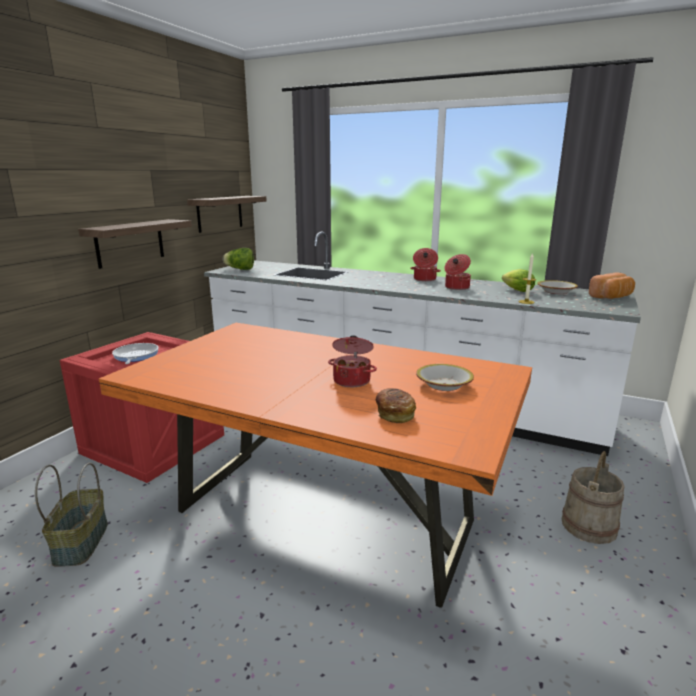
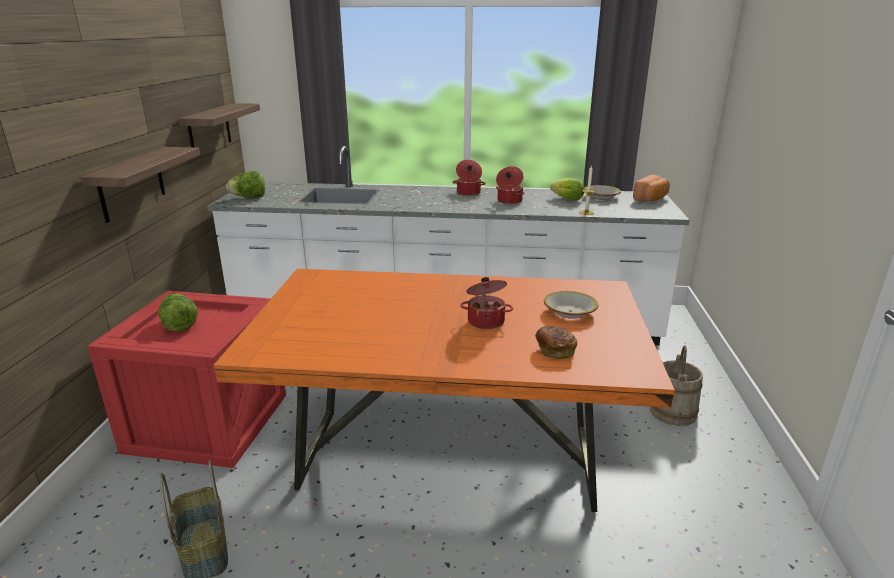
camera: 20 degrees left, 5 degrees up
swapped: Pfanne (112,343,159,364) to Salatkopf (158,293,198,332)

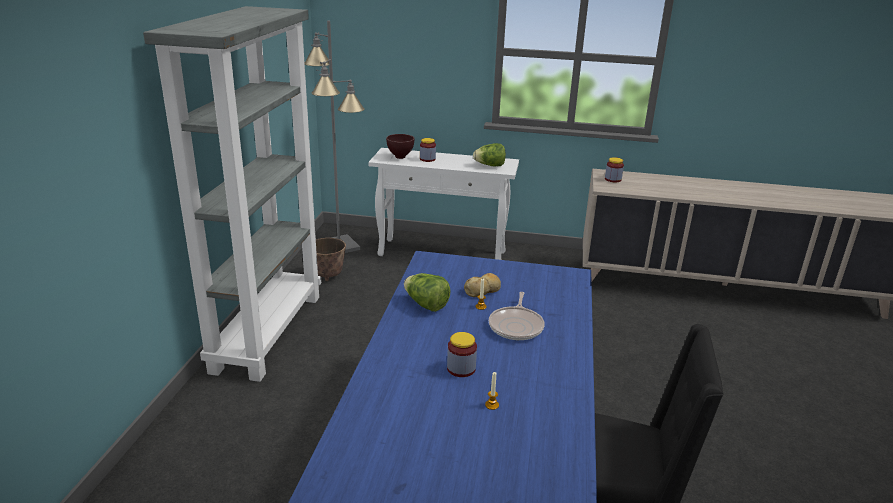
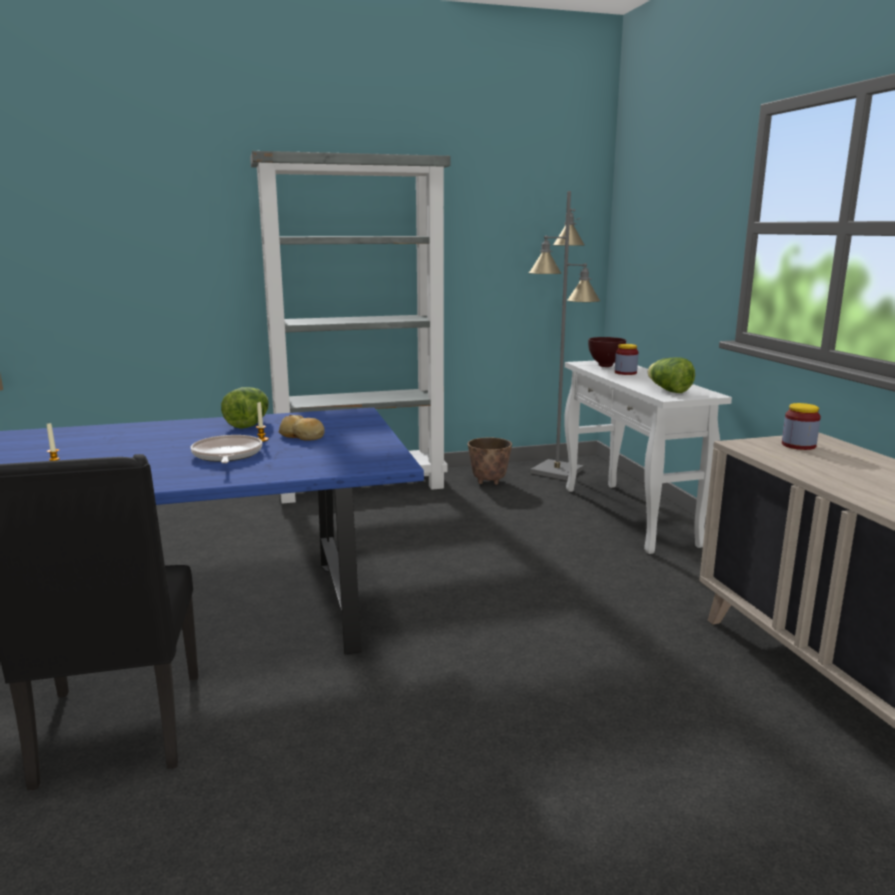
camera: 65 degrees right, 10 degrees down
gone: Vorratsglas (447,332,477,377)
rotated: Pfanne (489,292,545,340) = (191,435,262,463) 90 degrees clockwise

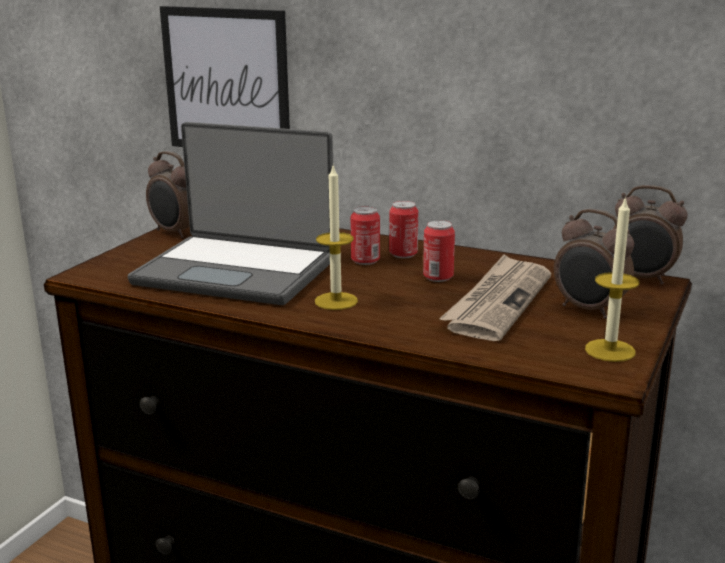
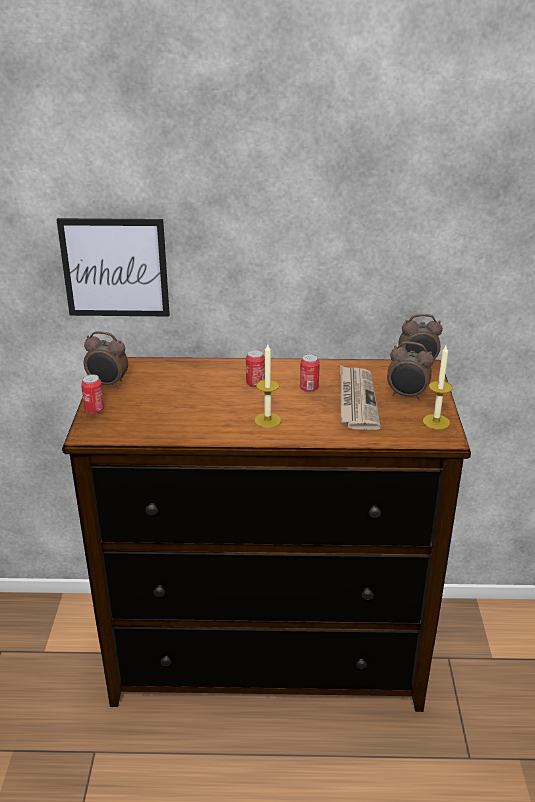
camera: 25 degrees left, 10 degrees up
gone: Laptop (128,122,333,305)
shifted: Dose (389,201,418,258) to (81,374,104,414)

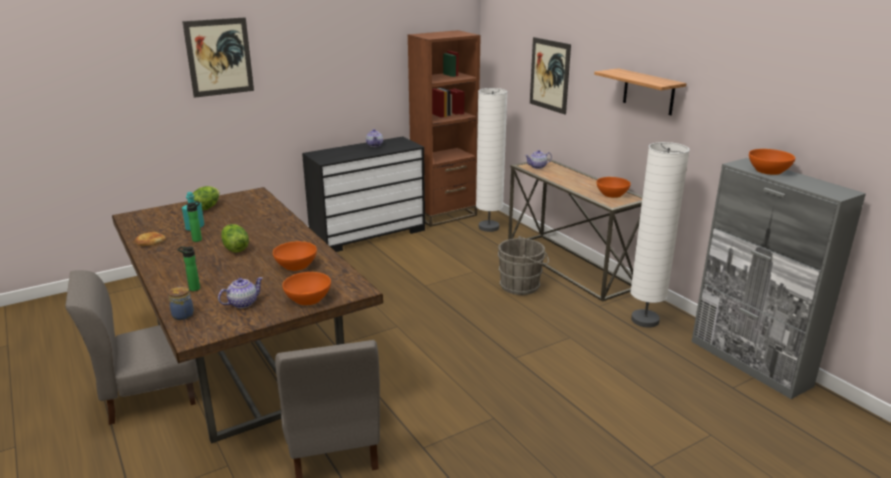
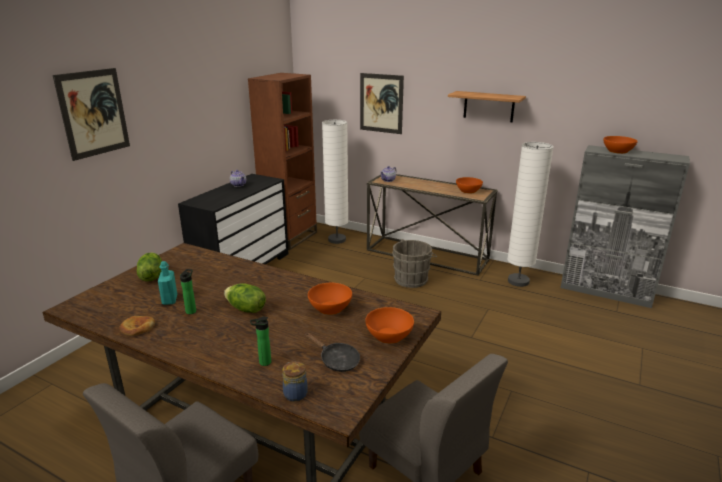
camera: 30 degrees left, 0 degrees up
swapped: Teekanne (218,277,263,308) to Pfanne/schwarz (305,333,360,372)

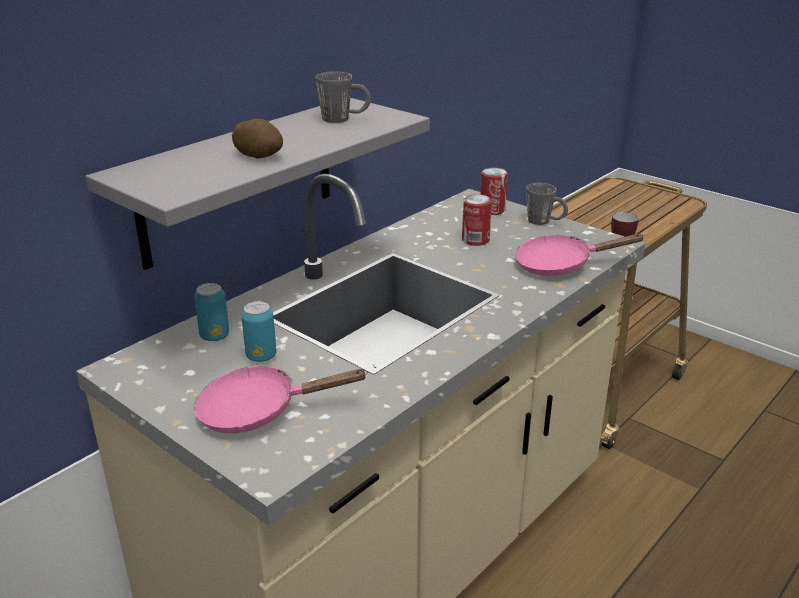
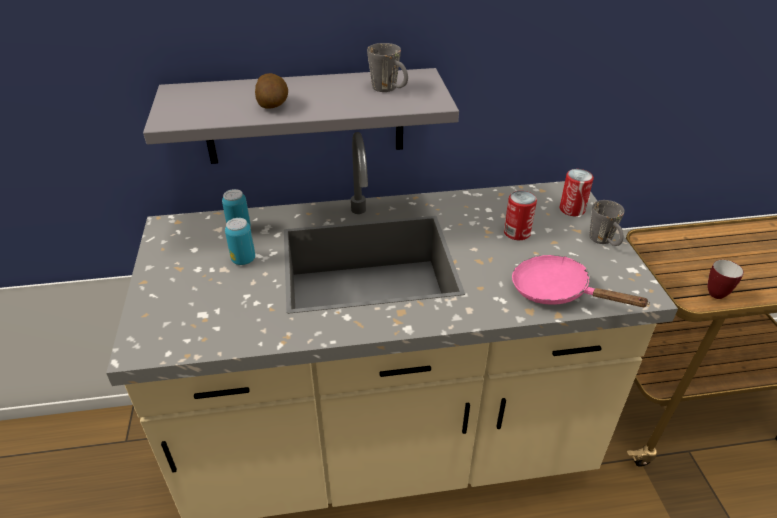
camera: 40 degrees right, 10 degrees up
gone: Pfanne/rosa (194,366,368,433)

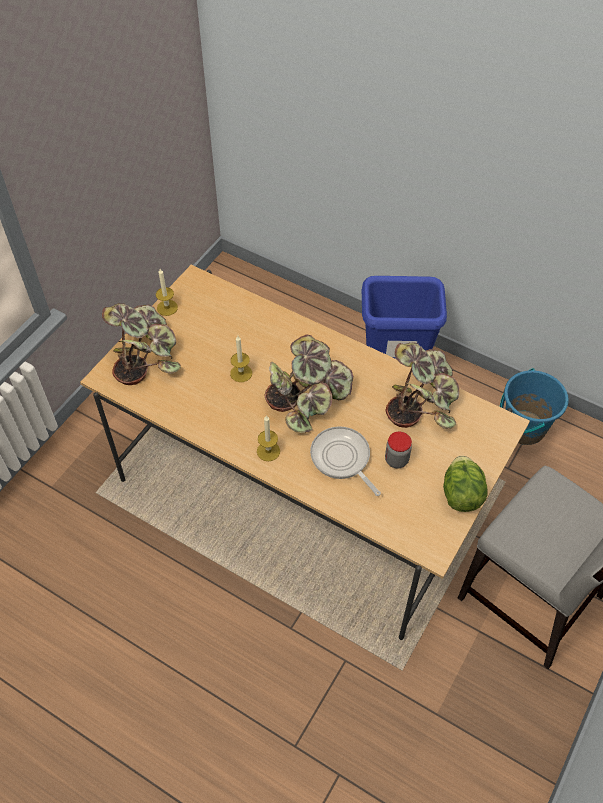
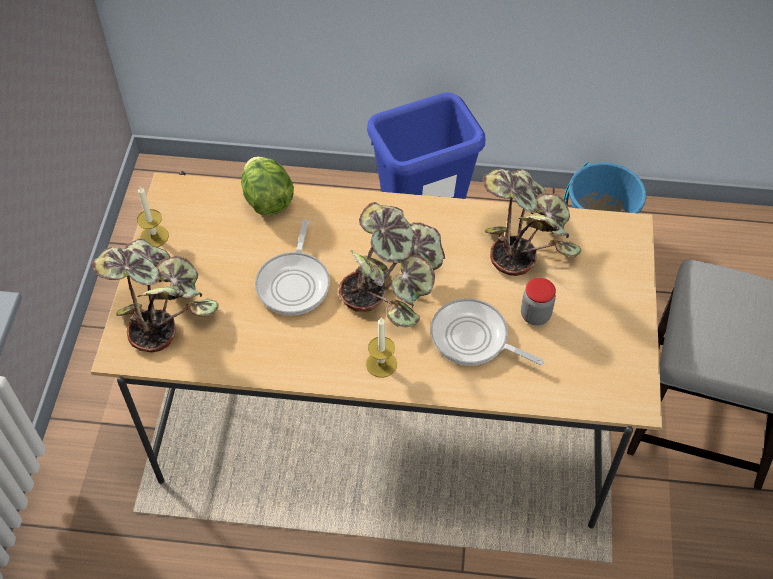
camera: 25 degrees left, 0 degrees up
shifted: Salatkopf (443,456,488,512) to (241,157,294,216)
swapped: Kerze (230,336,252,382) to Pfanne (255,220,330,316)

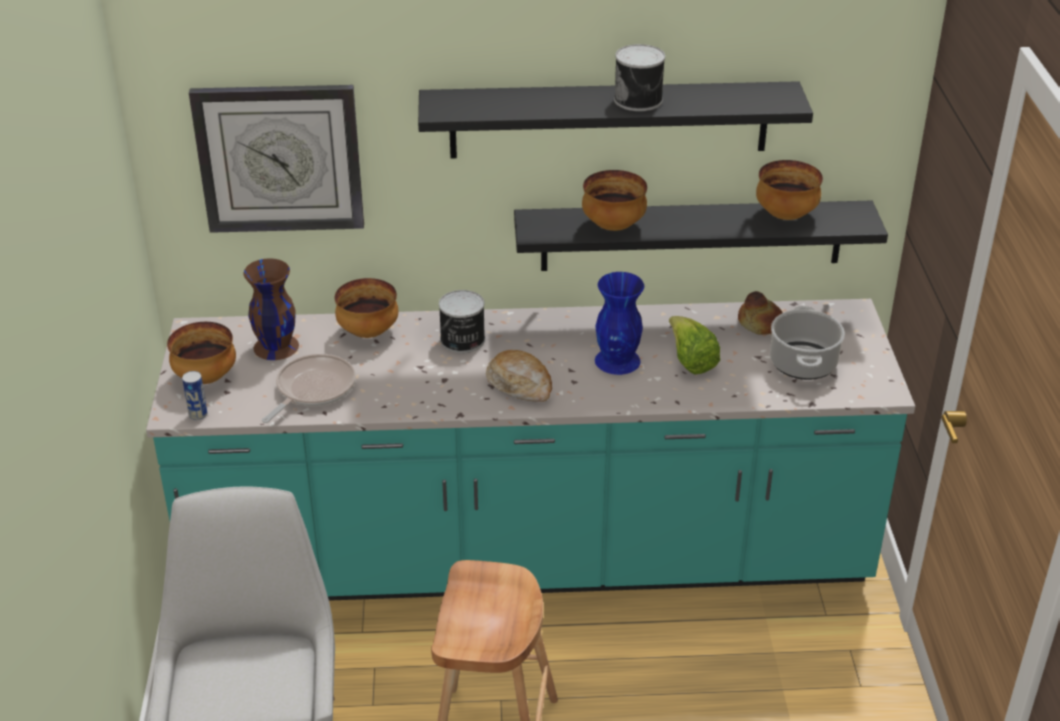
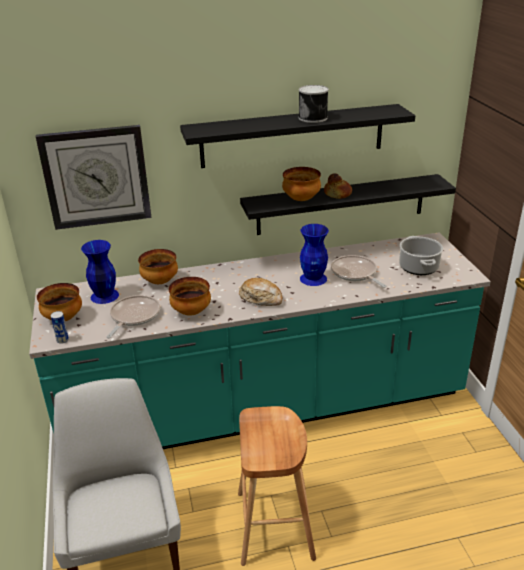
camera: 10 degrees left, 5 degrees down
gone: Dose (439,290,485,353)
shifted: Brot (738,291,783,335) to (324,173,352,199); Schüssel (756,160,823,220) to (169,277,211,315)
swapped: Salatkopf (669,316,720,374) to Pfanne (331,255,387,288)
repainted: Vase/braun (243,259,299,360) to Vase/blau (81,240,119,304)

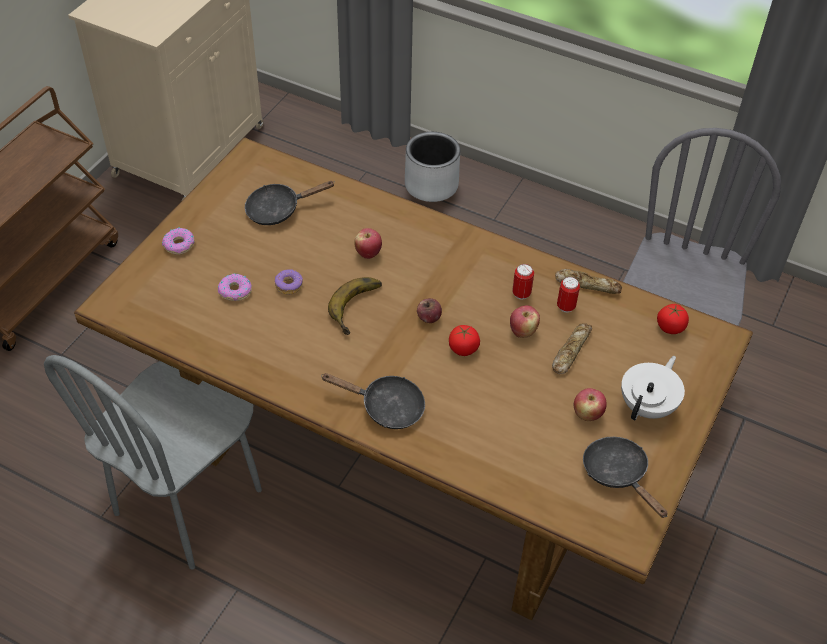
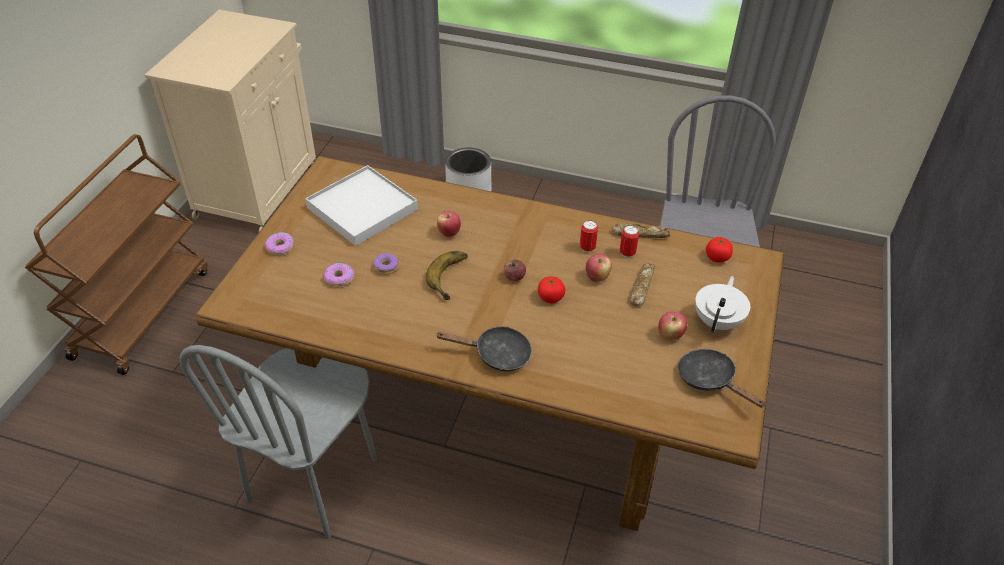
camera: 10 degrees left, 5 degrees down
swapped: Pfanne/schwarz (245,181,335,225) to Tablett/weiß (305,165,418,246)

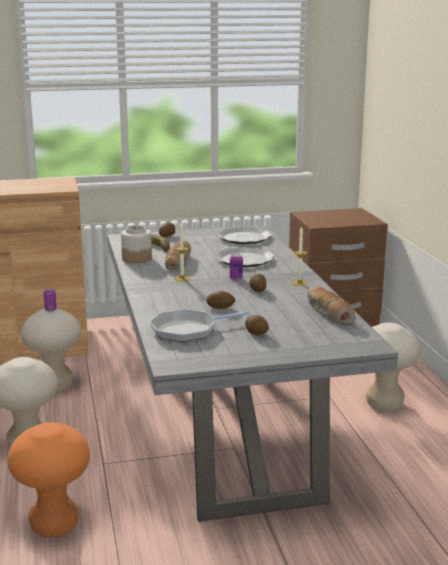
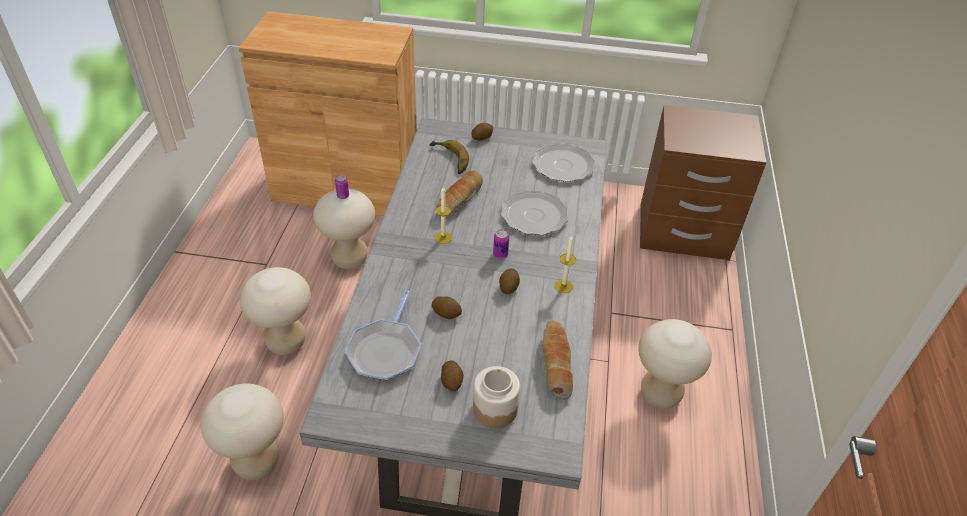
camera: 20 degrees right, 25 degrees up
shifted: Vorratsglas (121,225,152,264) to (473,366,520,428)
repainted: Hocker/orange (7,422,90,537) to Hocker/beige (201,384,284,480)
rotated: Pfanne (149,309,250,342) = (345,291,421,380) 75 degrees counterclockwise

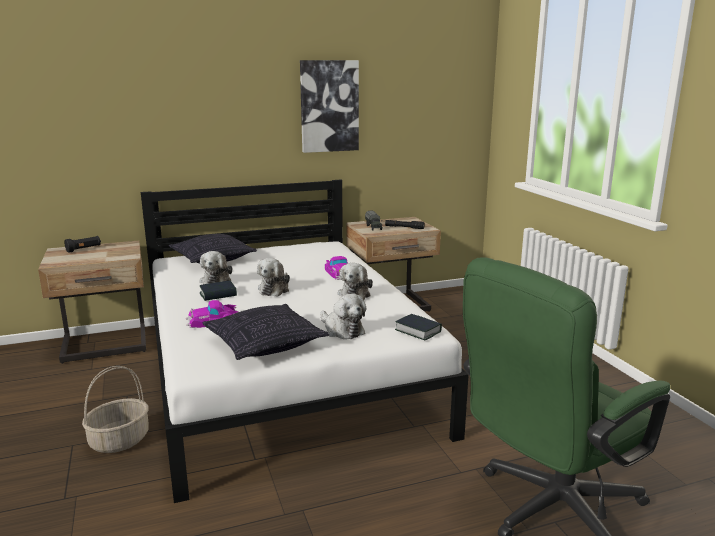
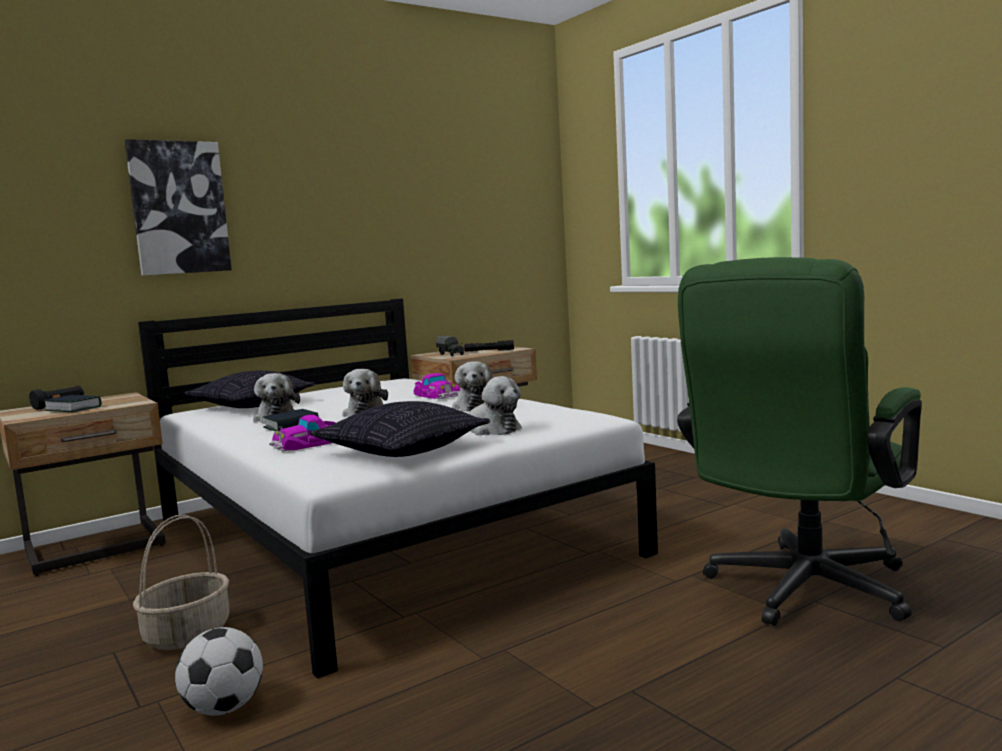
camera: 15 degrees left, 10 degrees down
new: Fußball (175,627,263,715)
shifted: Bild (300,60,359,153) to (125,139,232,276); Buch (395,314,442,340) to (43,395,101,412)

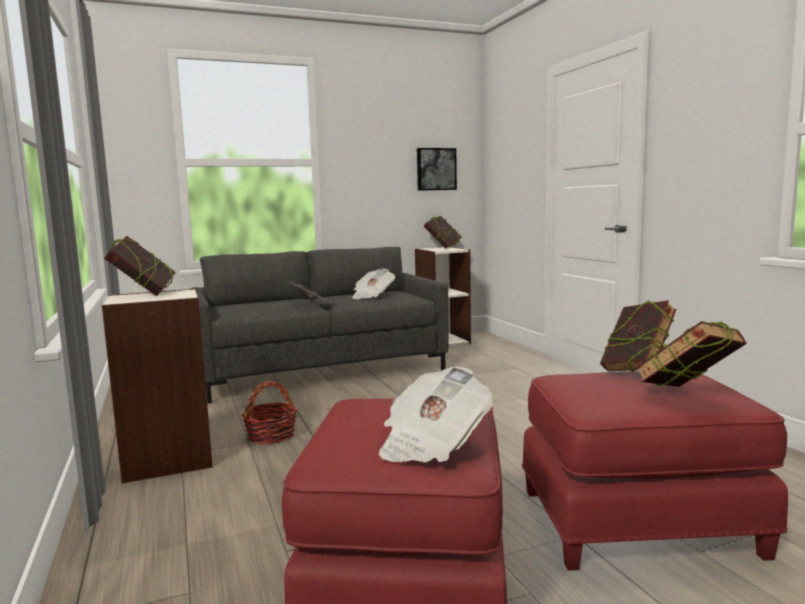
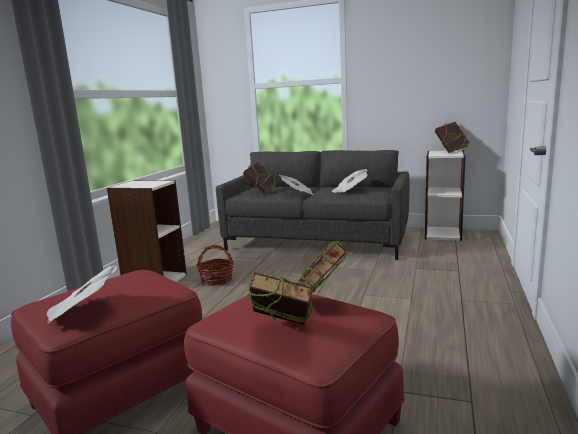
camera: 40 degrees right, 5 degrees up
gone: Bild (417,148,457,191)
shifted: Buch (104,236,176,296) to (243,162,278,194)

